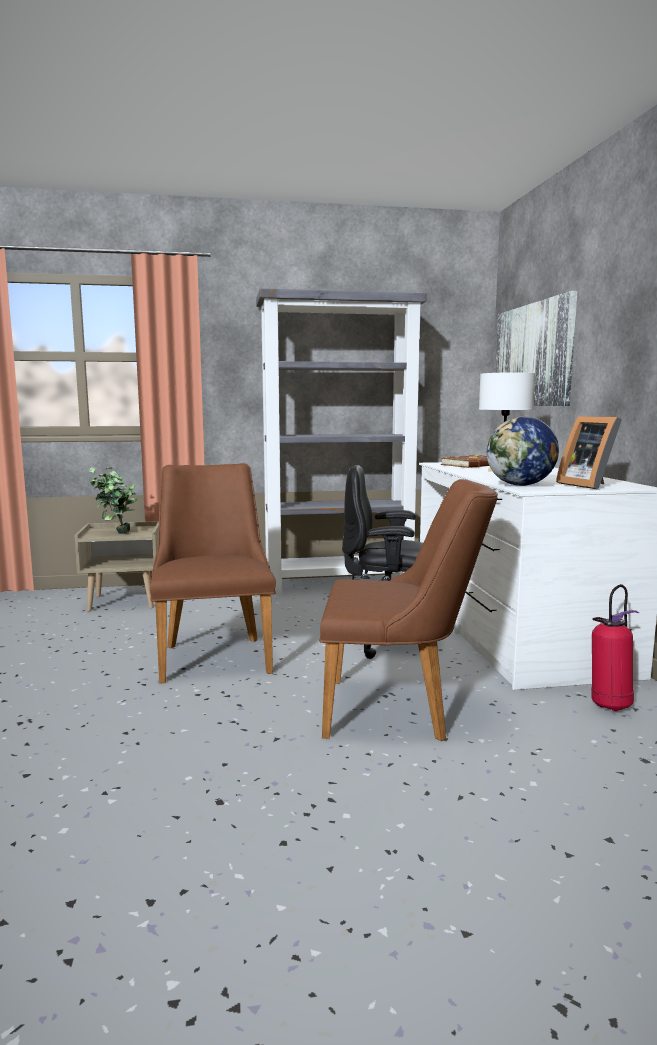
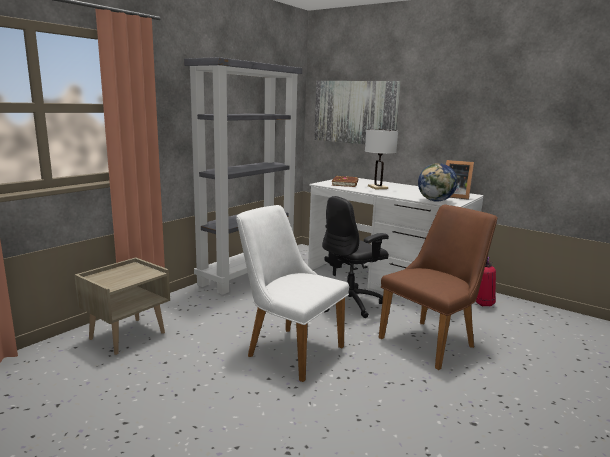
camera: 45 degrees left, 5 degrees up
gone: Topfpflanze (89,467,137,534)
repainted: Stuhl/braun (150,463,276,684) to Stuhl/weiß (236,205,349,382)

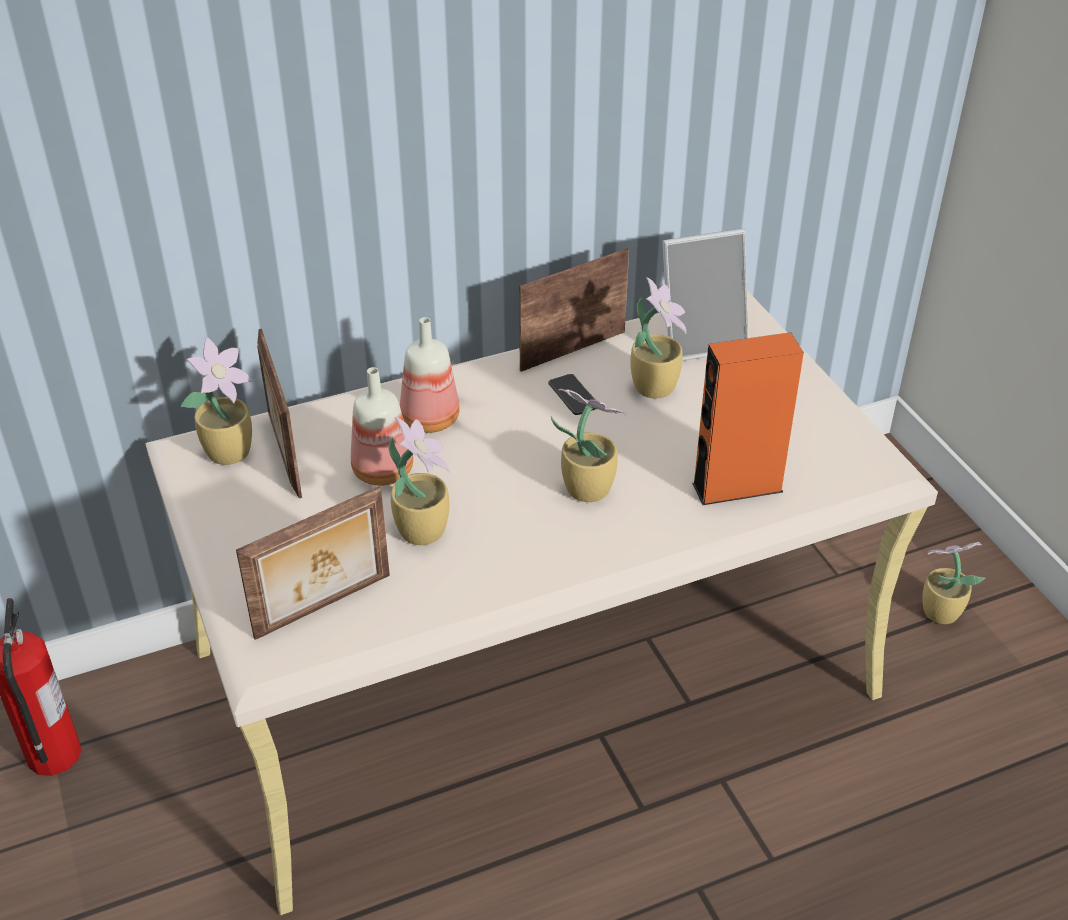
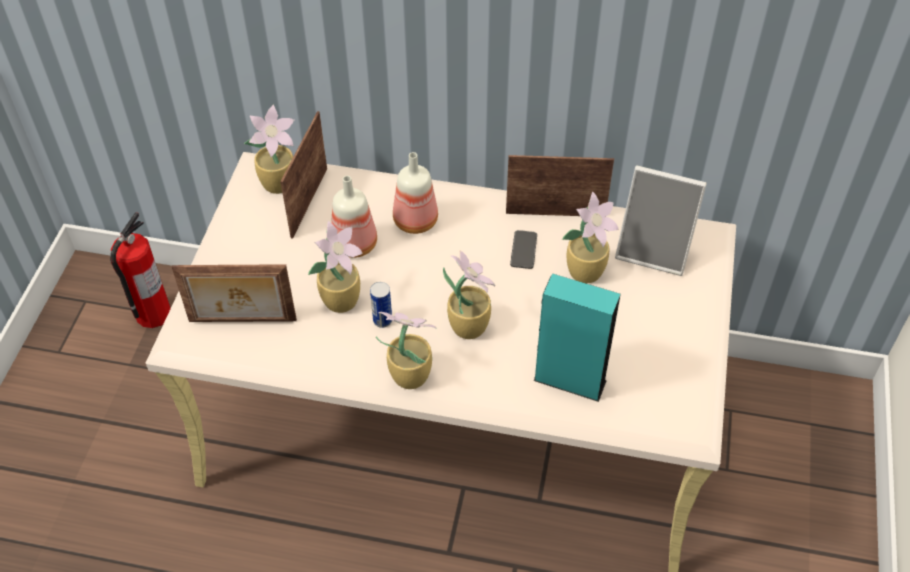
camera: 35 degrees right, 10 degrees up
new: Dose (370,282,392,328)
shifted: Topfpflanze (922,542,985,624) to (376,312,436,389)
repainted: Lautsprecher/orange (692,332,804,505) to Lautsprecher/türkis (533,273,621,402)

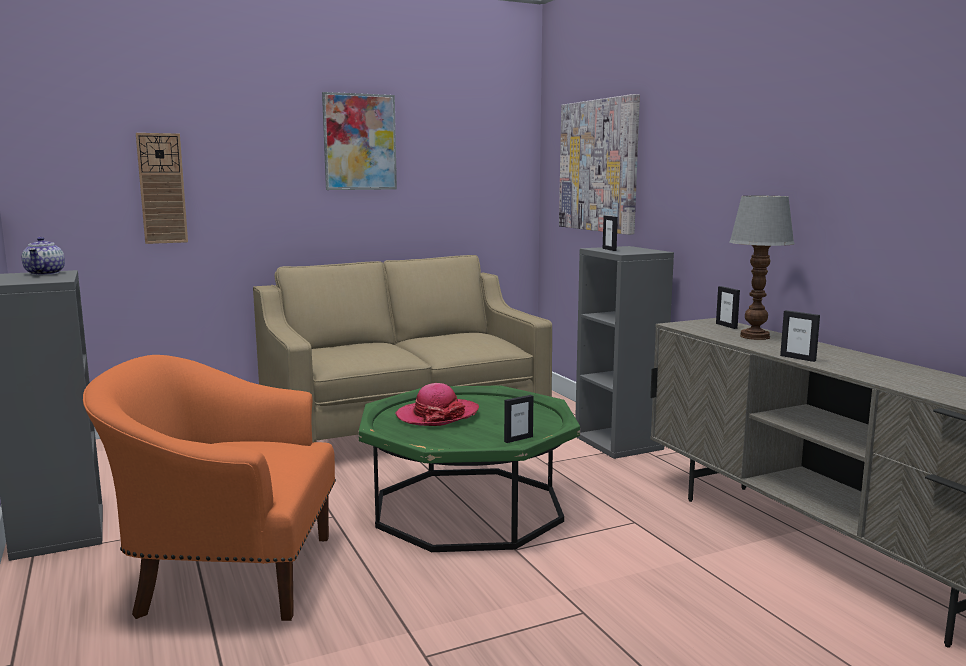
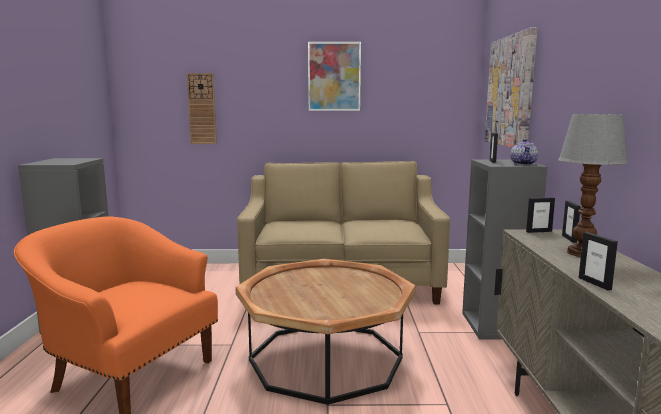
camera: 25 degrees right, 0 degrees up
gone: Hut (395,383,479,426)
shifted: Teekanne (22,237,65,275) to (511,139,538,165); Bilderrahmen (504,395,533,443) to (526,197,555,233)
repainted: Couchtisch/grün (358,385,580,552) to Couchtisch/braun (235,259,416,405)

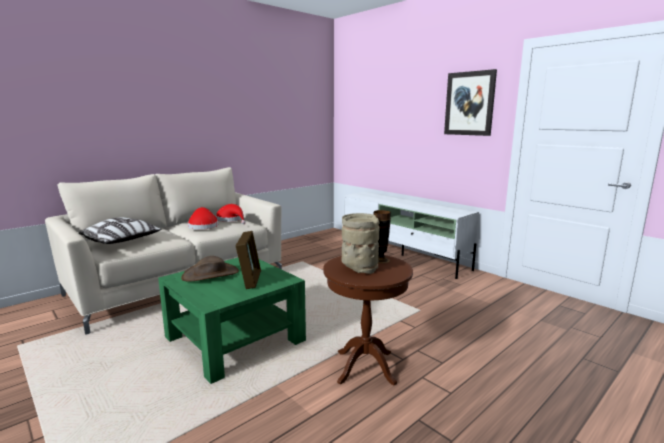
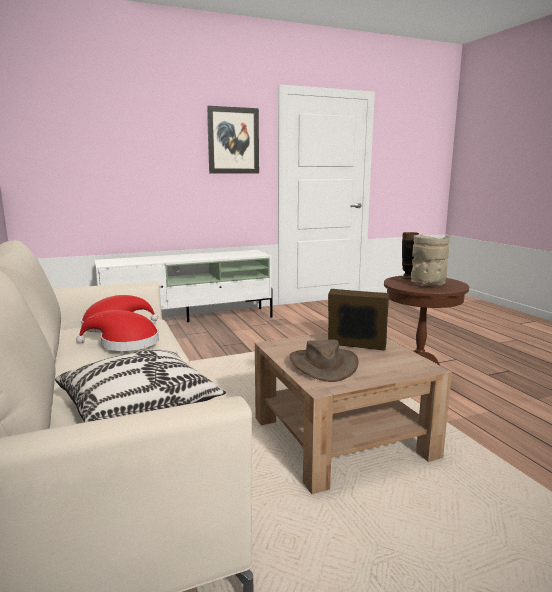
camera: 70 degrees left, 0 degrees up
repainted: Couchtisch/grün (158,258,306,384) to Couchtisch/braun (255,333,452,494)

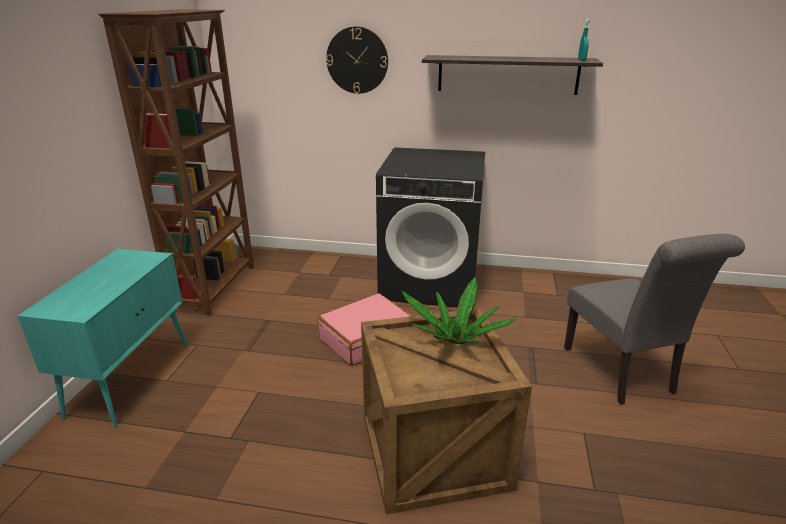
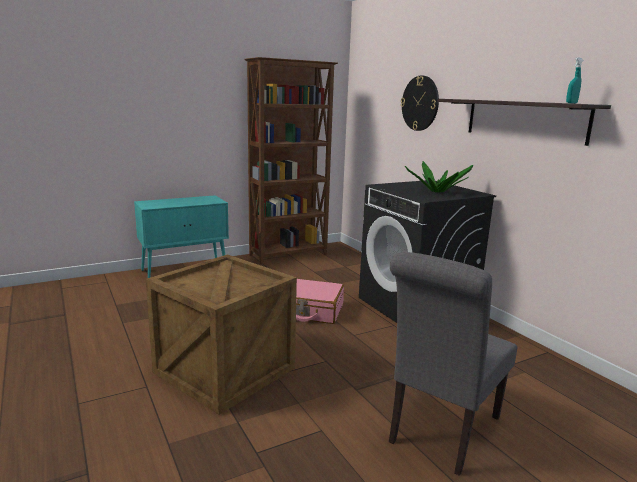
camera: 50 degrees right, 10 degrees down
shifted: Topfpflanze (402,278,517,344) to (405,161,473,192)

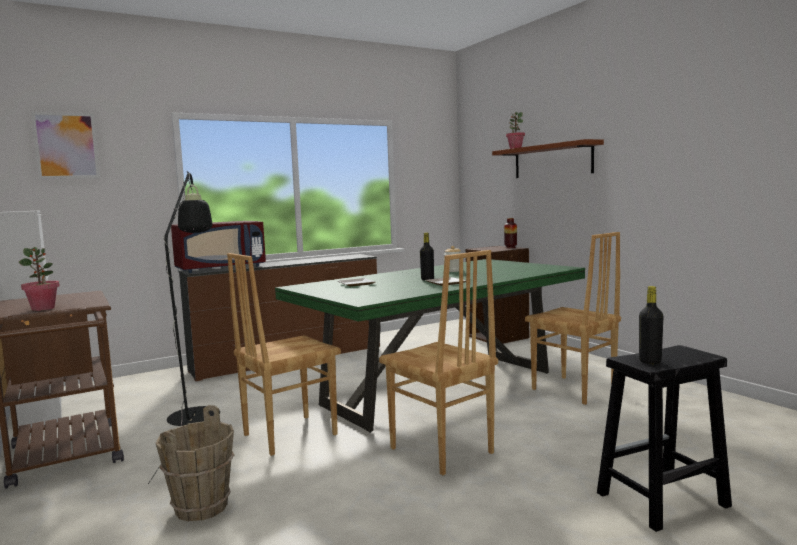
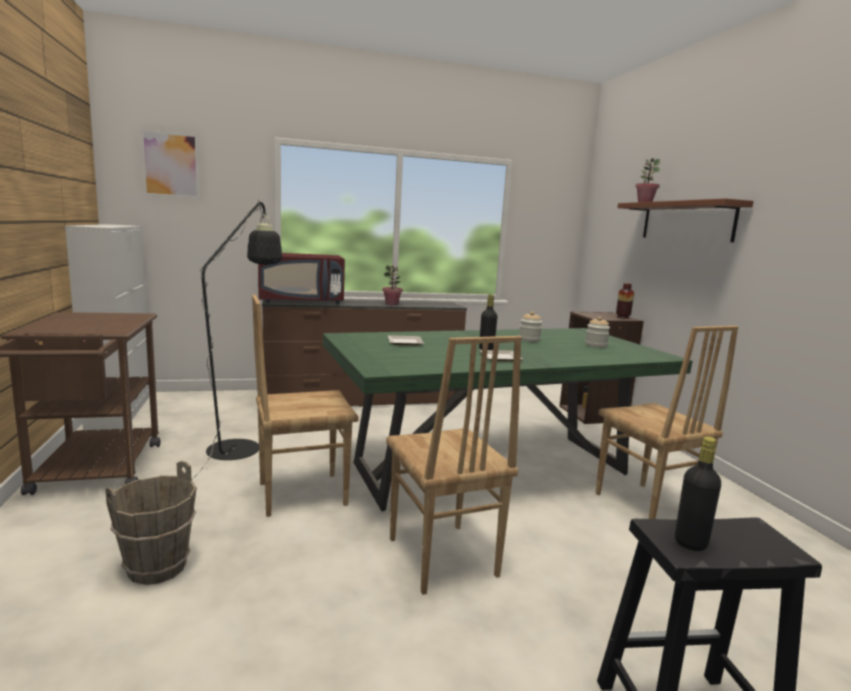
camera: 15 degrees right, 5 degrees up
new: Vorratsglas (585,317,610,348)
shifted: Topfpflanze (19,247,60,311) to (382,265,403,306)

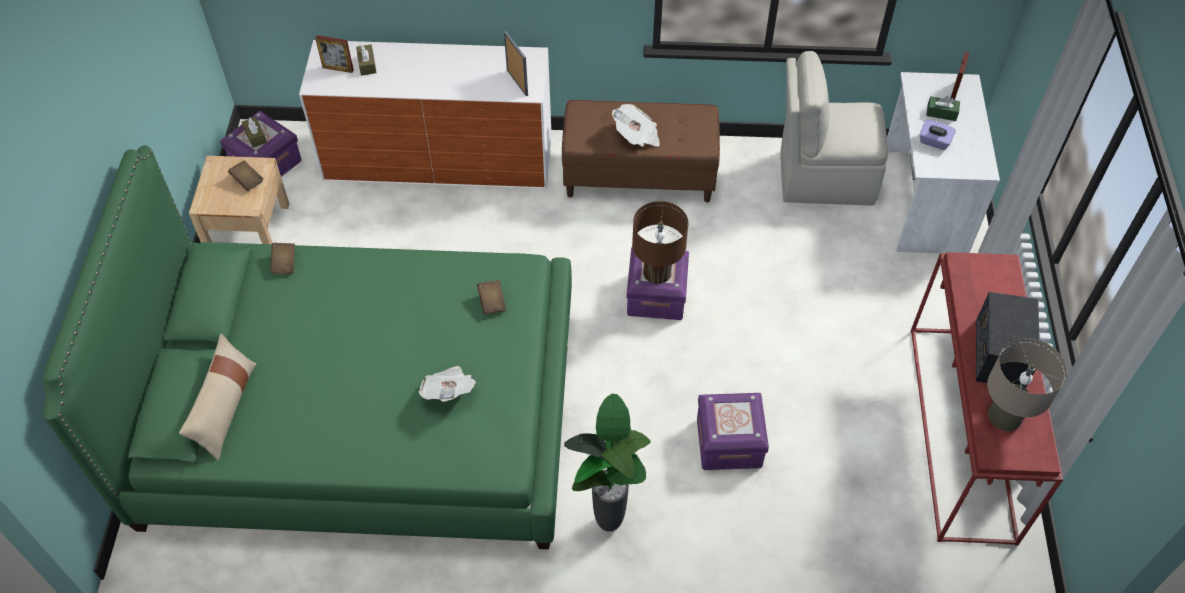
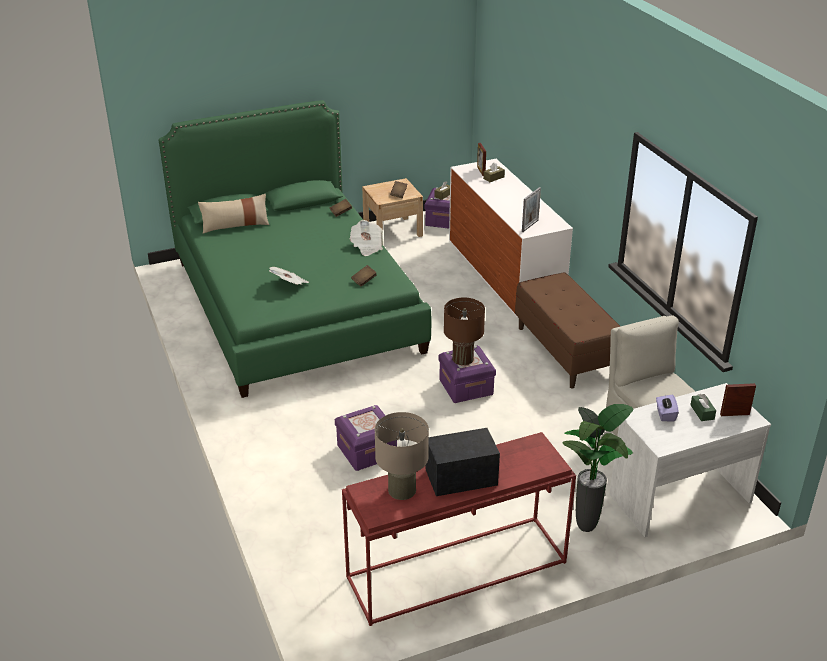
camera: 65 degrees right, 20 degrees down
shifted: Topfpflanze (564,394,651,532) to (562,404,633,532); Zeitung (612,104,660,147) to (350,220,383,256)

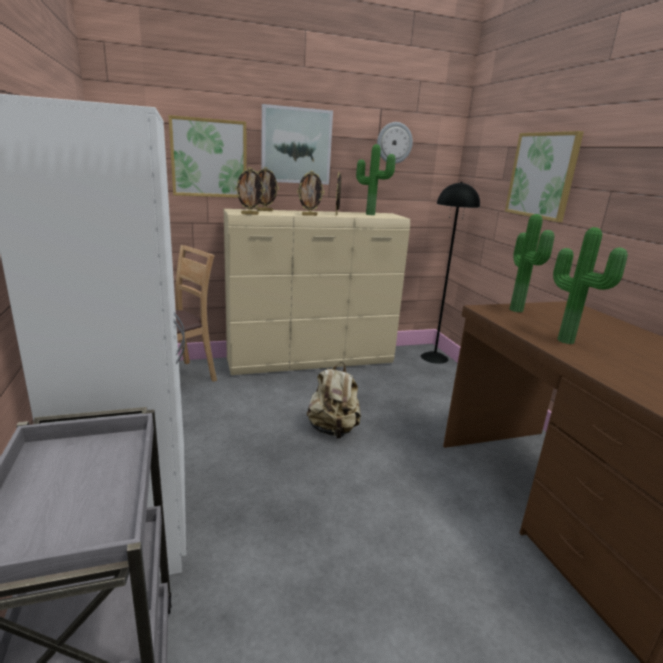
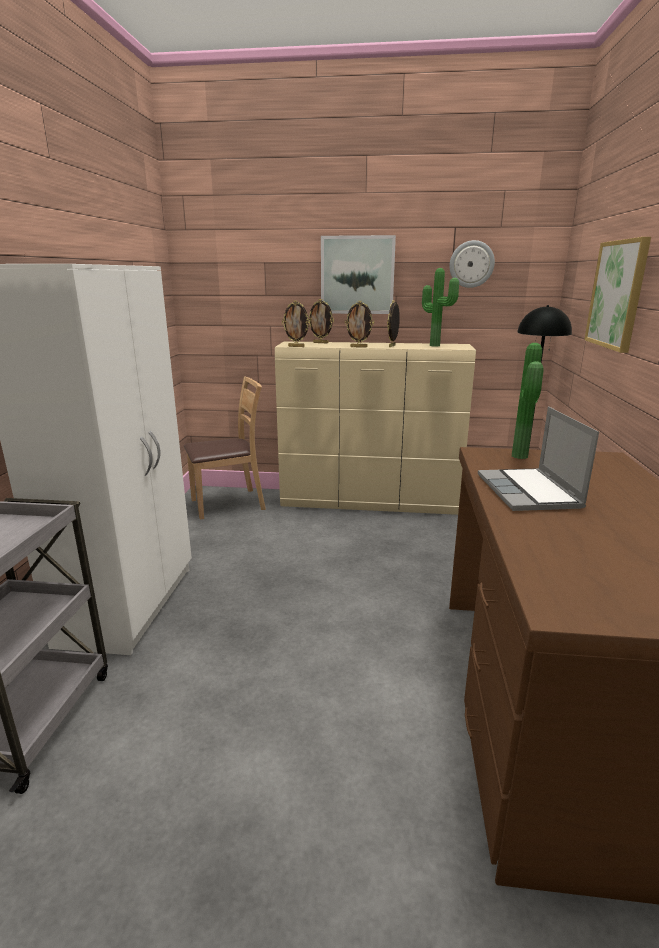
camera: 25 degrees right, 0 degrees up
gone: Bild (168,115,247,198); Rucksack/beige (307,362,361,439)
swapped: Topfpflanze (553,227,628,344) to Laptop (478,407,599,511)

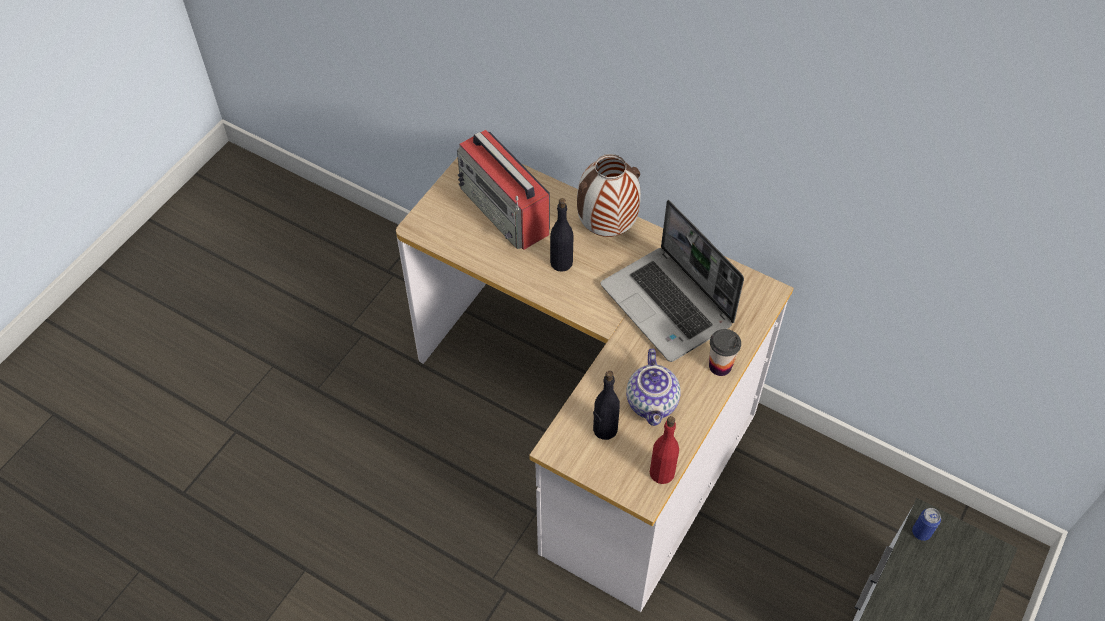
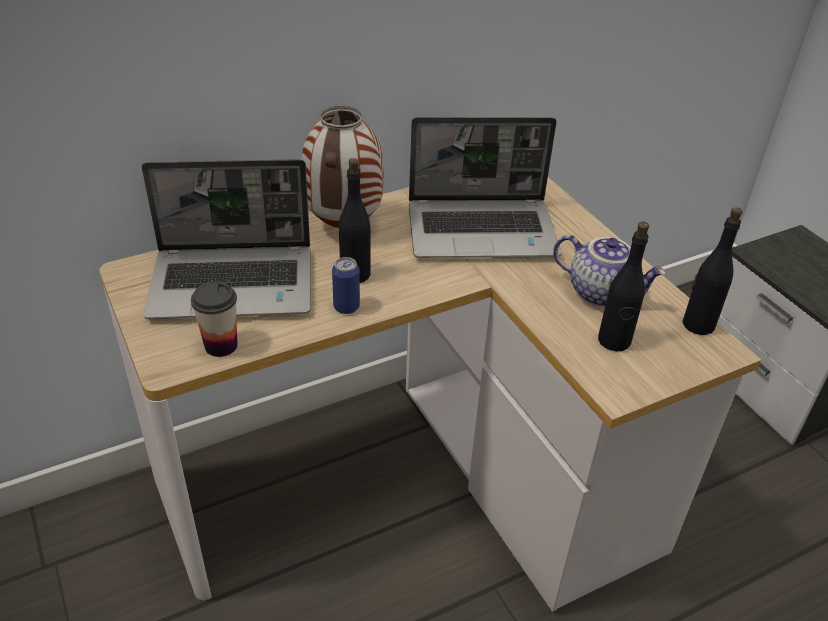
camera: 60 degrees left, 15 degrees down
shifted: Tasse (709,329,741,376) to (191,281,237,357); Dose (912,508,941,541) to (332,257,360,314)
swapped: Radio (457,130,550,250) to Laptop (142,159,311,319)
repainted: Flasche/rot (650,416,679,484) to Flasche/schwarz (682,207,742,335)

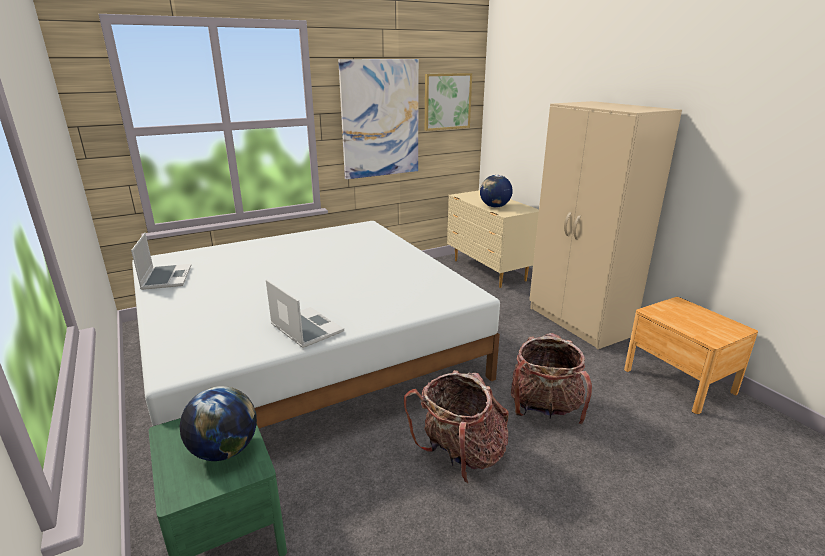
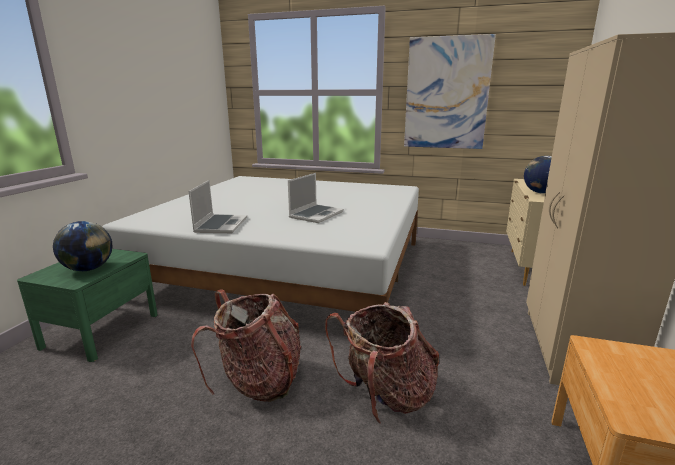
camera: 45 degrees right, 5 degrees down
gone: Bild (425,73,472,131)
shifted: Laptop (131,233,191,290) to (288,173,344,223)

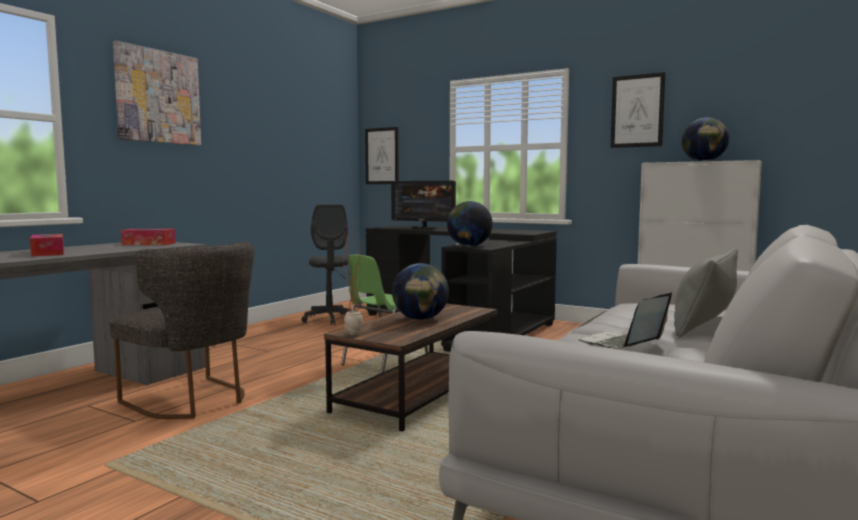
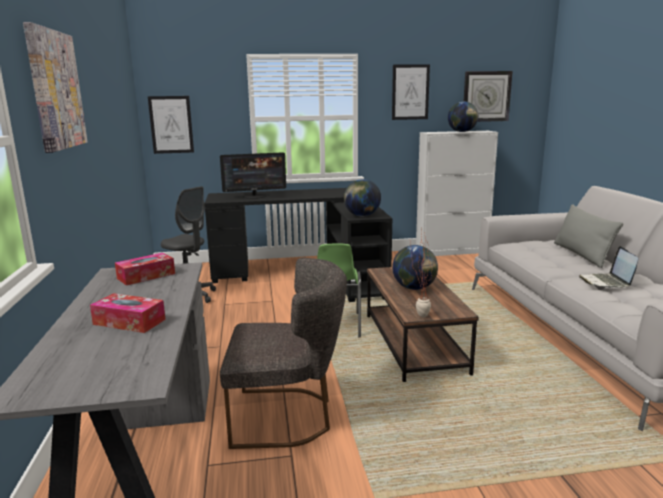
camera: 40 degrees left, 10 degrees up
new: Wanduhr (463,71,513,122)

